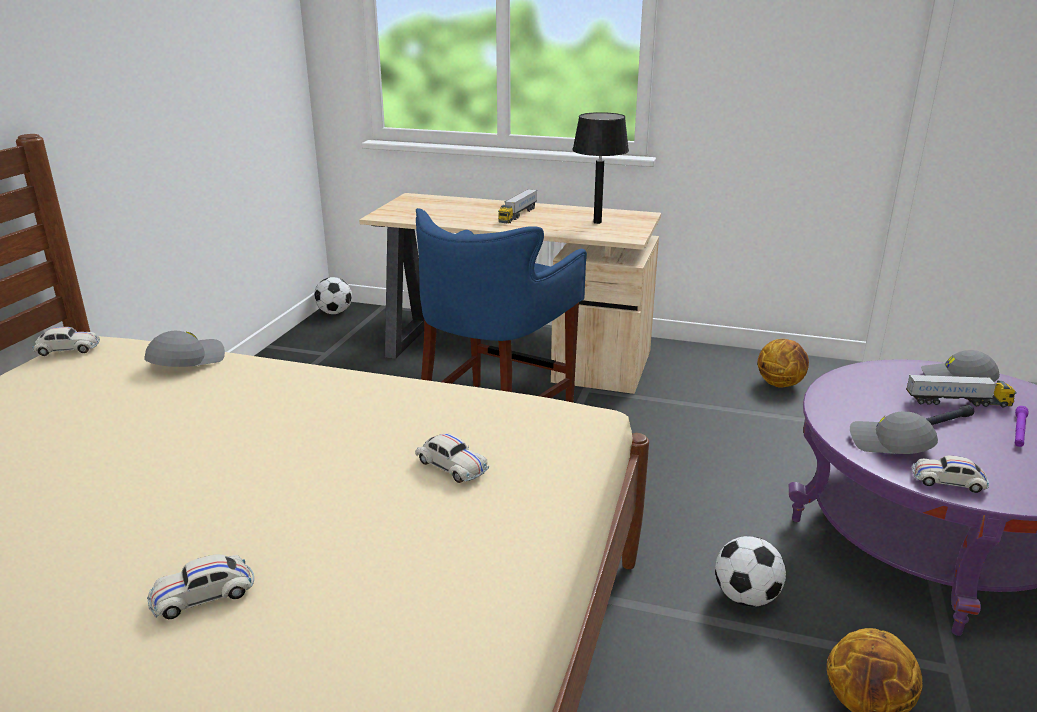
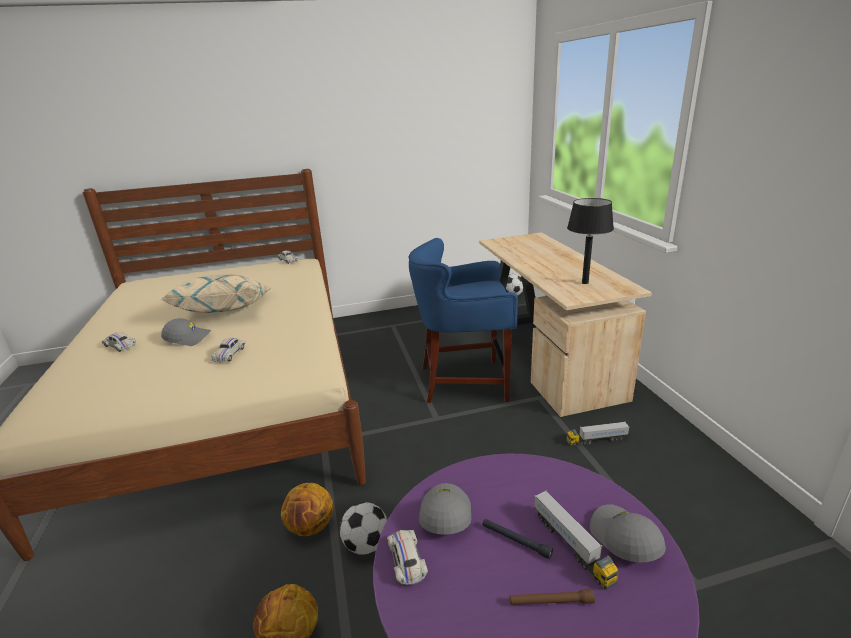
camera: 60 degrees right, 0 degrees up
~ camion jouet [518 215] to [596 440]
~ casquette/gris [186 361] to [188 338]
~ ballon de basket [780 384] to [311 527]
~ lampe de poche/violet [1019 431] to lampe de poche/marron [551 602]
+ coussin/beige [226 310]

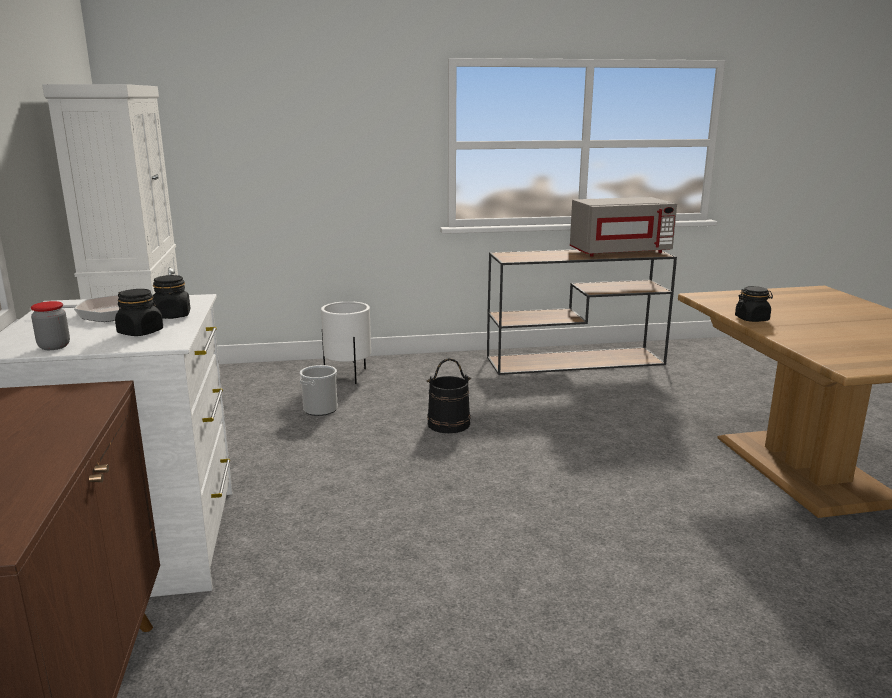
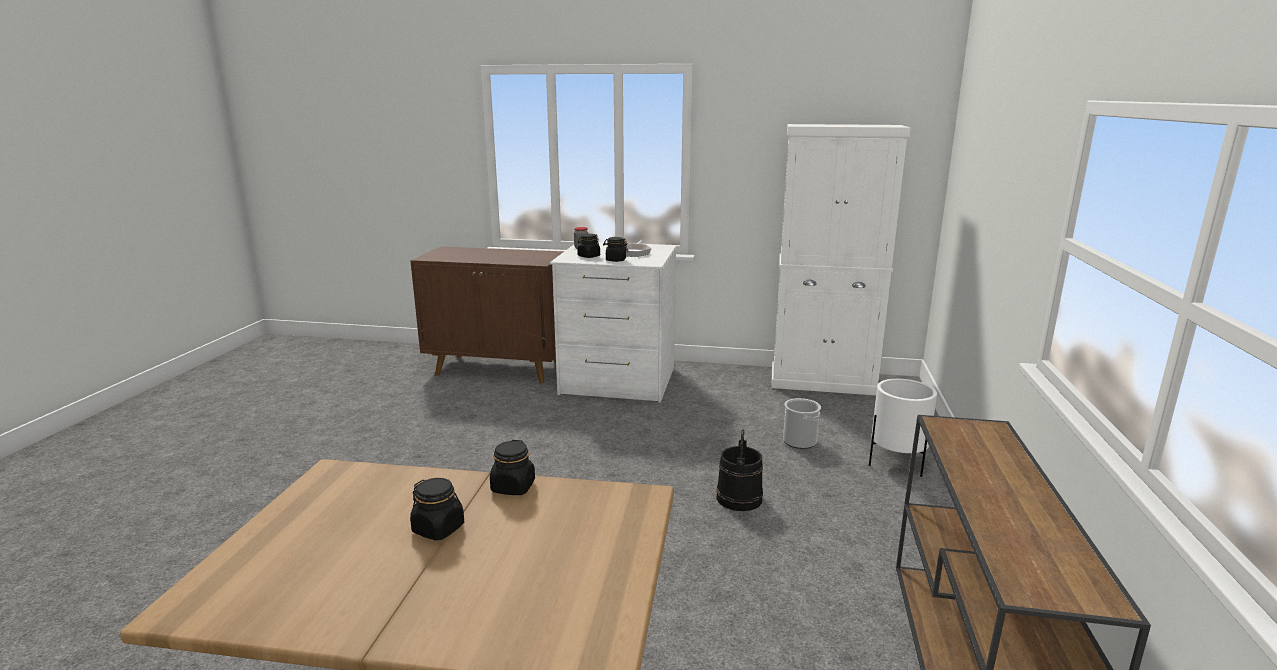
camera: 110 degrees right, 0 degrees up
- micro-ondes/gris [619 252]
+ bocal/noir [439 529]

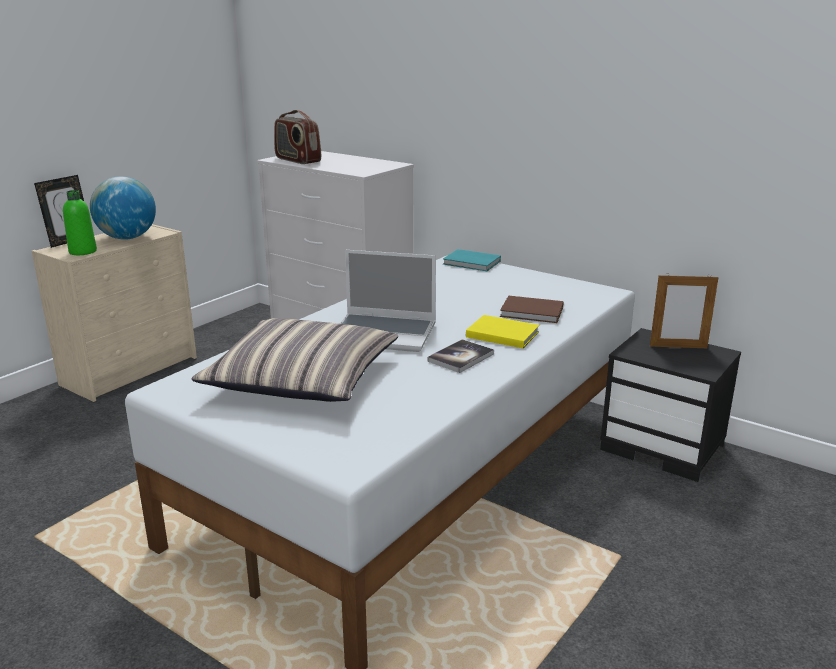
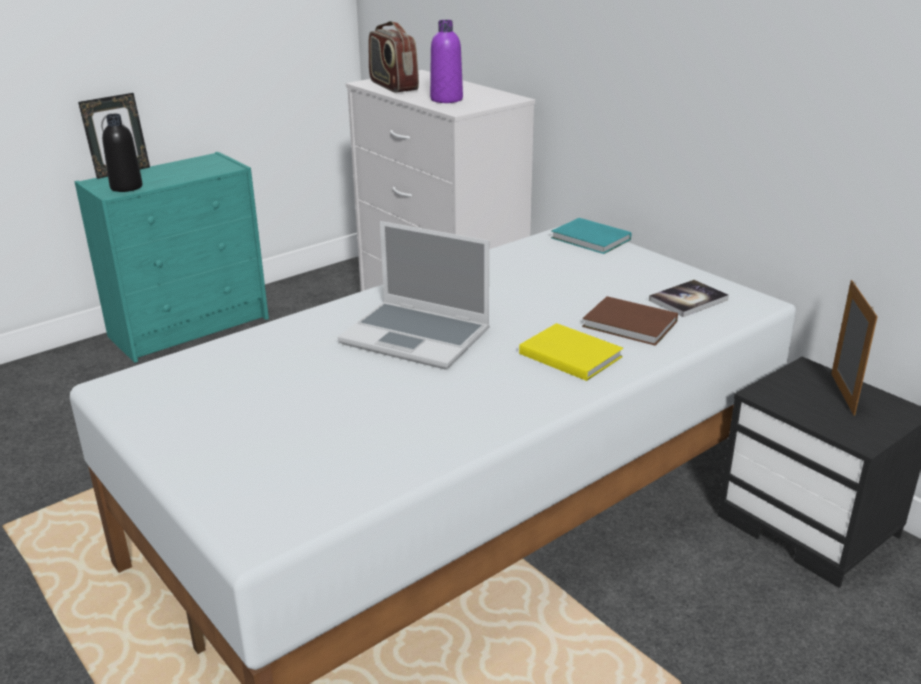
camera: 15 degrees right, 5 degrees up
- globe [127 238]
~ bouteille/vert [83 252] to bouteille/noir [126 187]
~ commode/beige [131 370] to commode/turquoise [191 327]
~ cadre photo [678 347] = [842 394] 105 degrees counterclockwise
- coussin [302 379]
~ livre [461 357] to [688 300]
+ bouteille/violet [446 99]

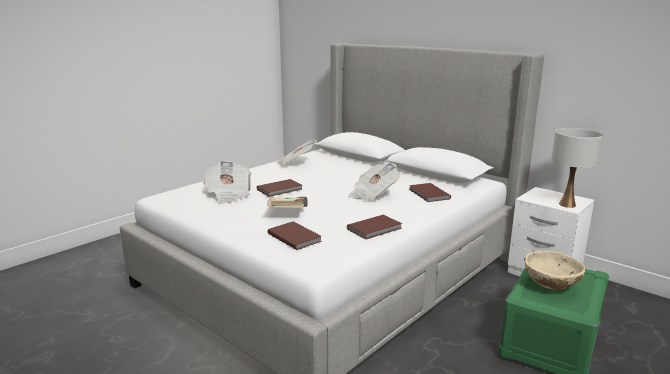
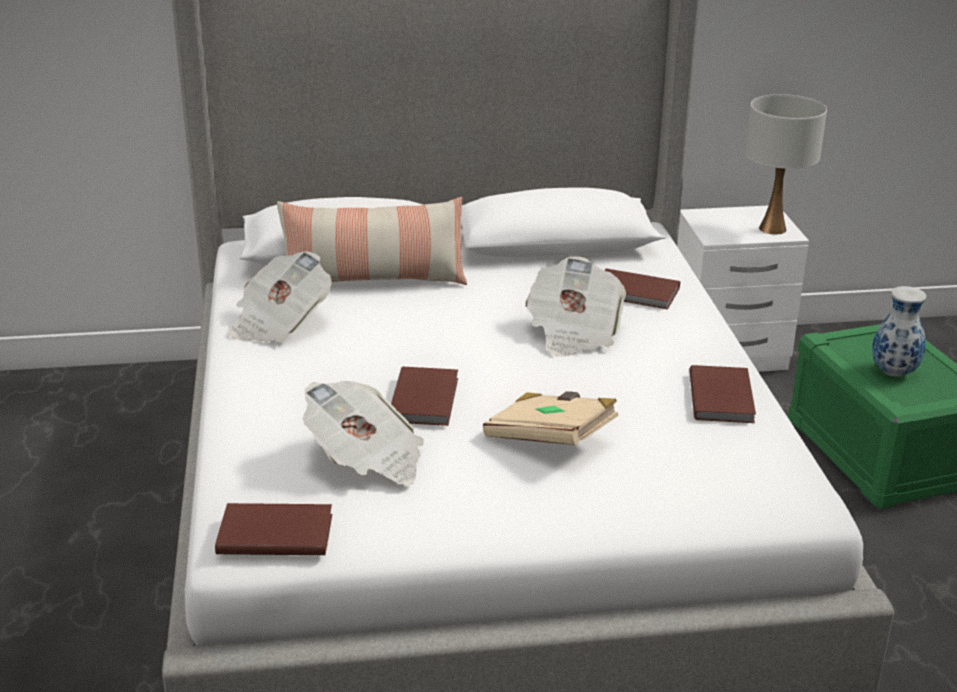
camera: 50 degrees left, 10 degrees up
~ livre/marron [295 237] to [274 532]
~ bol/beige [550 287] to vase [894 373]
+ coussin [373 280]

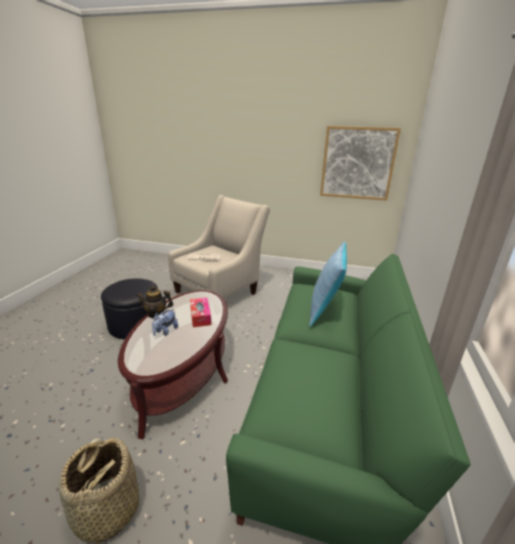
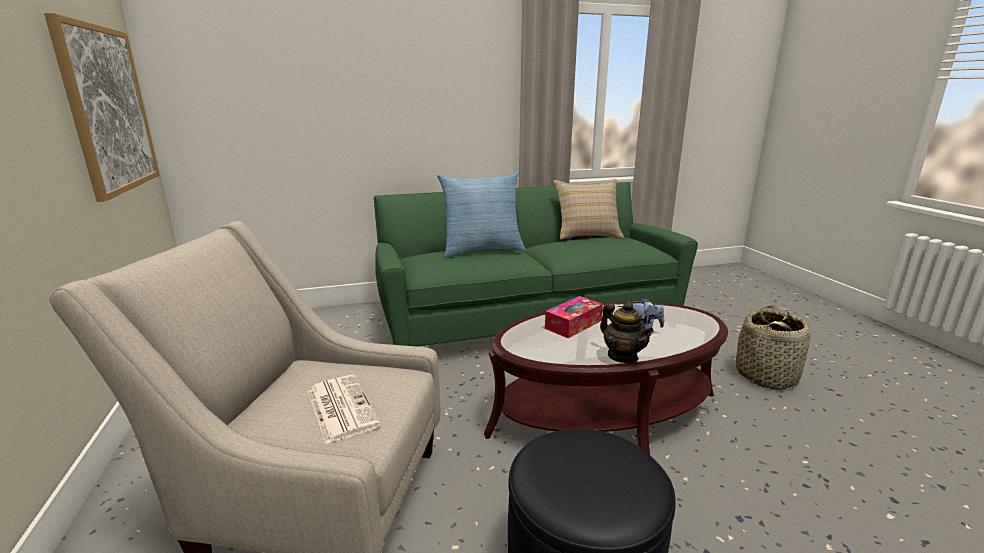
camera: 120 degrees left, 5 degrees down
+ coussin/beige [587 235]

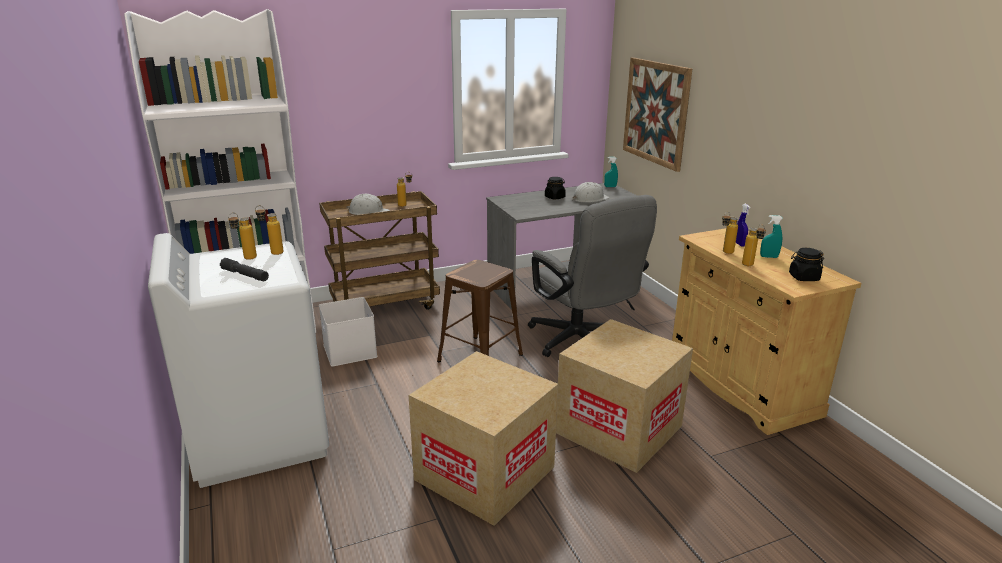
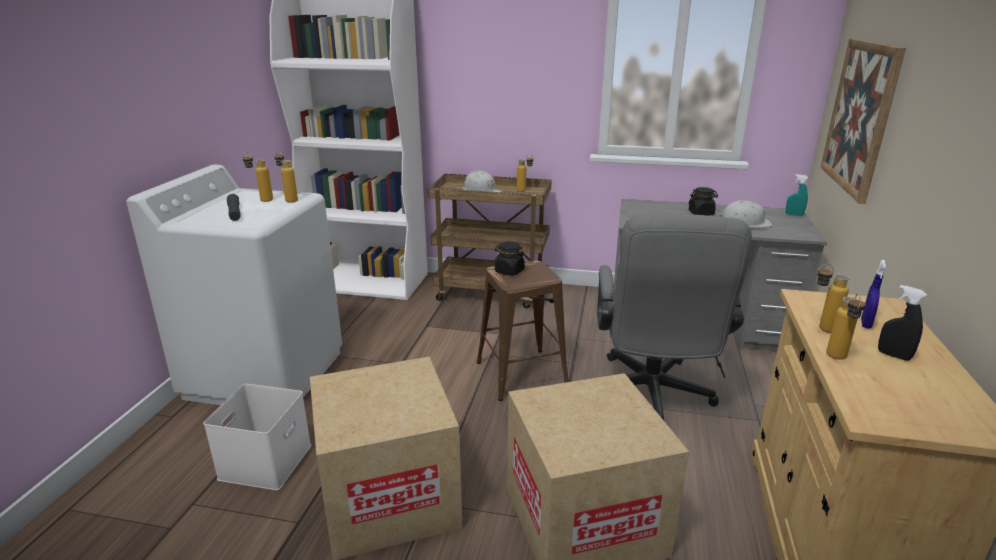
camera: 35 degrees right, 0 degrees up
~ vaporisateur/turquoise [769 257] to vaporisateur/noir [893 355]
~ bocal/noir [803 277] to [509 271]
~ boîte de rangement/blanc [351 351] to [266 463]

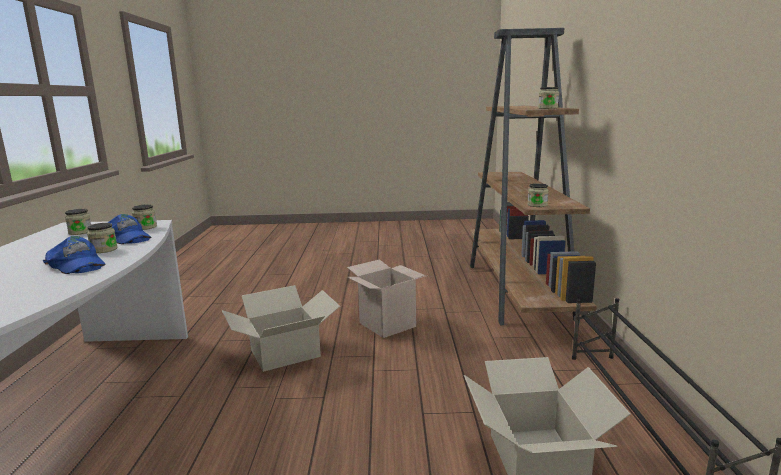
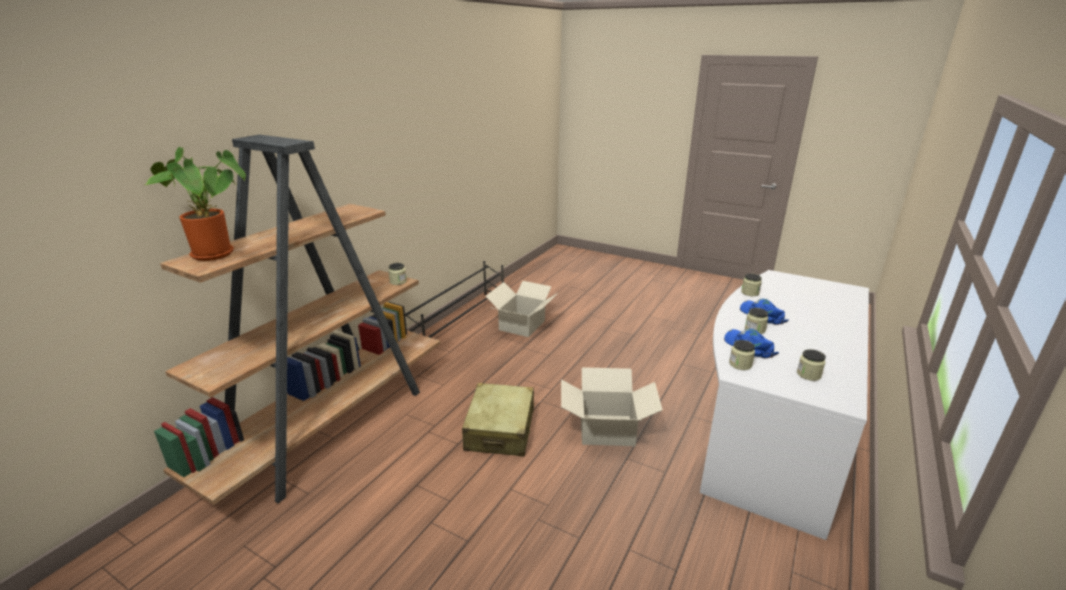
camera: 150 degrees left, 10 degrees up
~ bocal [548 108] to [750 293]
~ carton [387 325] to valise/beige [500 429]
+ plante en pot [217 255]

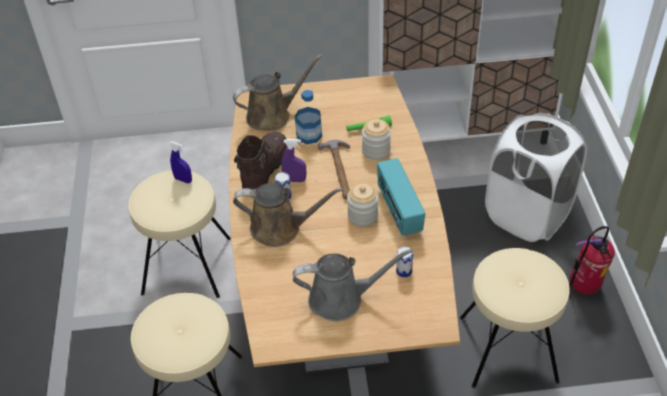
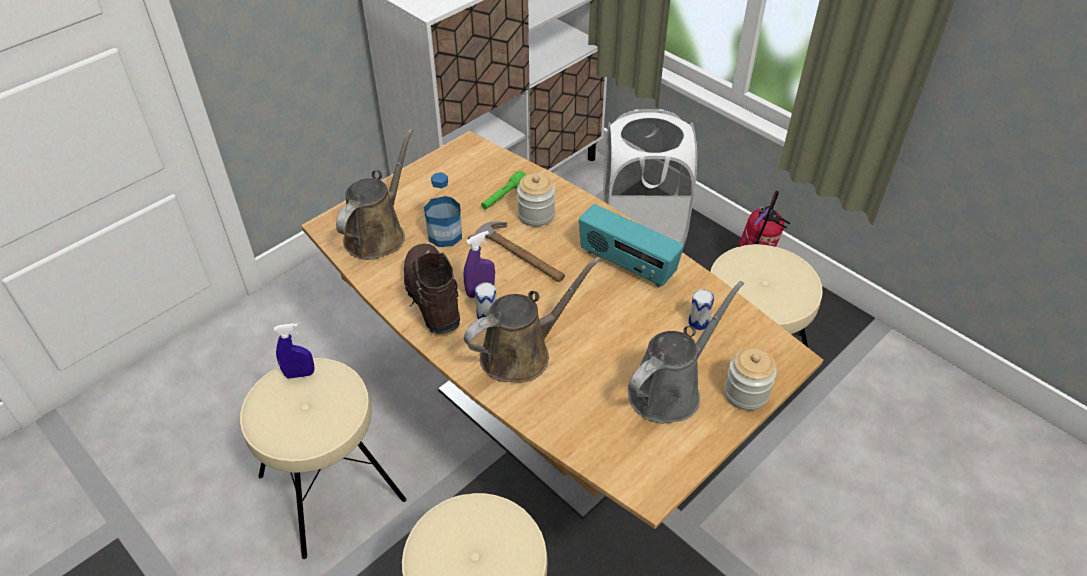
camera: 40 degrees left, 0 degrees up
~ bocal [362 216] to [746 393]

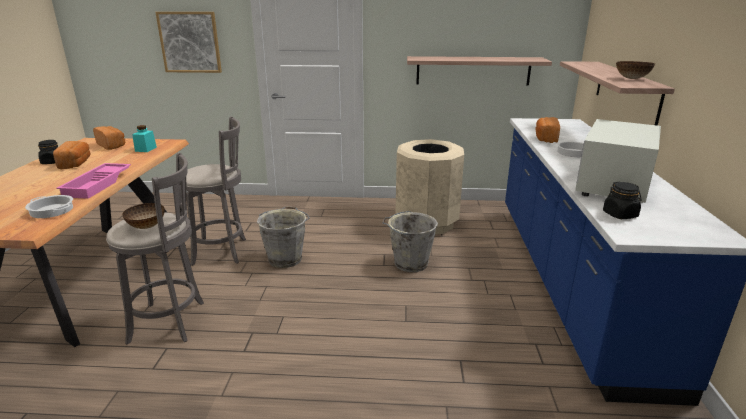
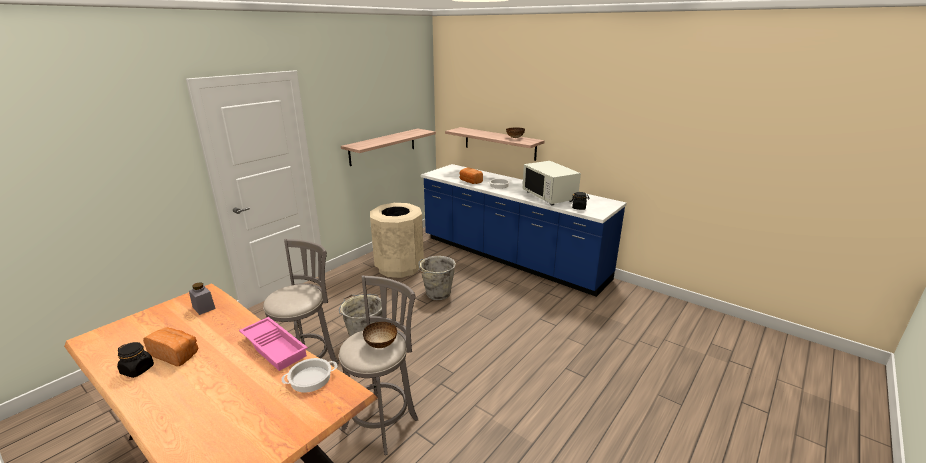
camera: 55 degrees left, 0 degrees up
- tableau [190 42]
~ bocal/turquoise [146 149] to bocal/gris [204 308]
- pain [112 145]

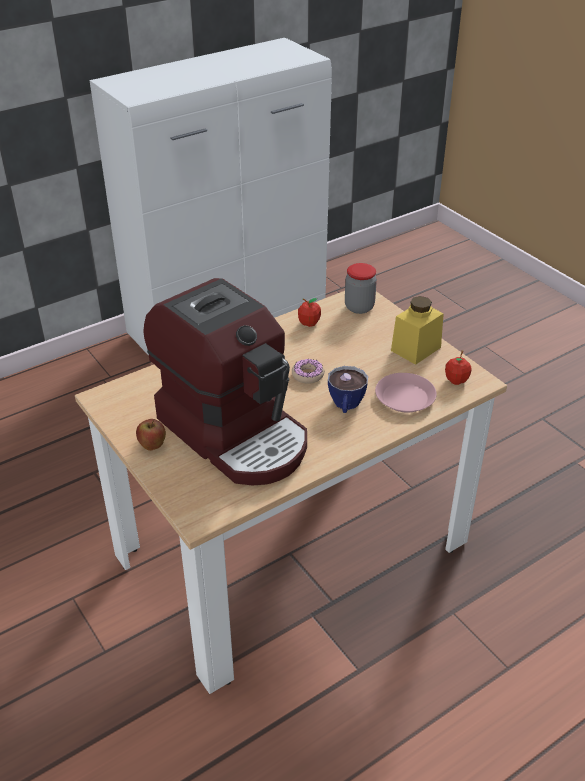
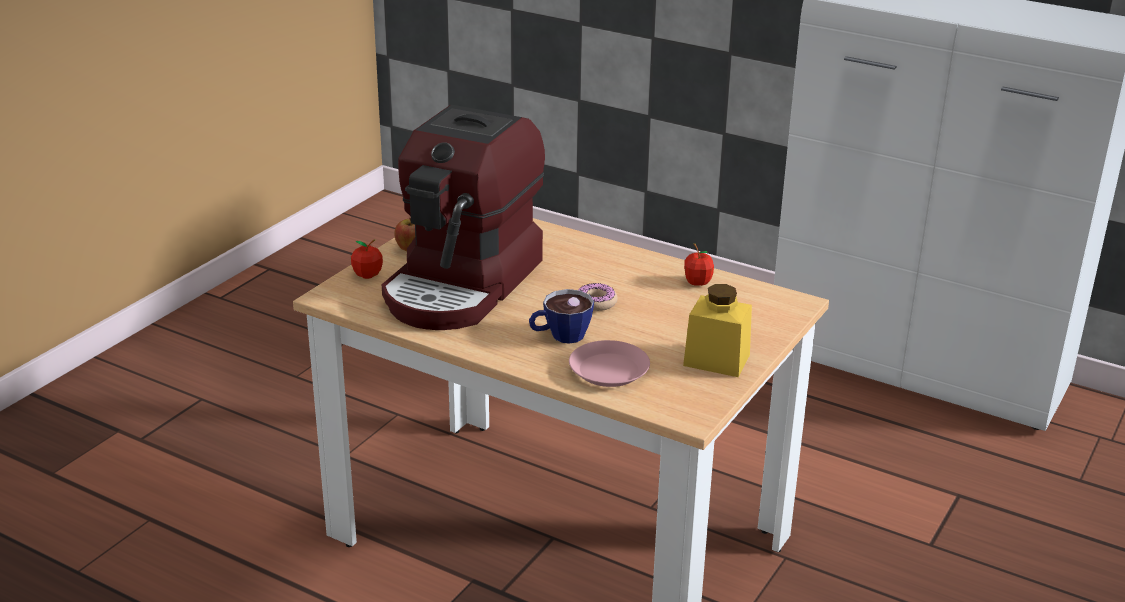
camera: 65 degrees right, 10 degrees down
- bocal [359 307]
~ pomme [456 380] to [367 275]

